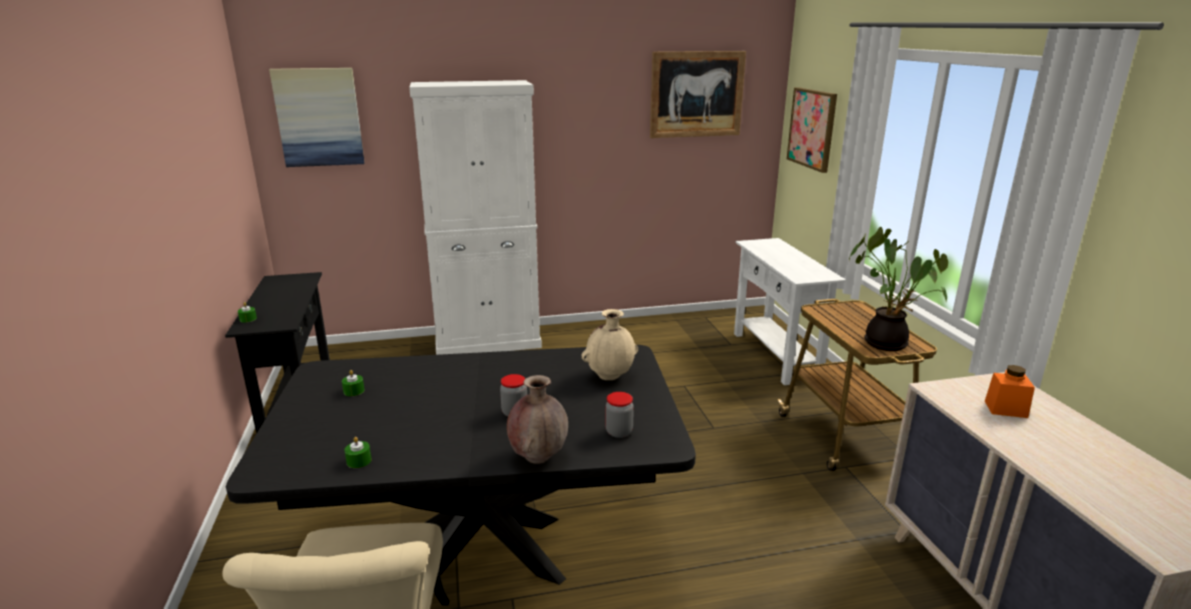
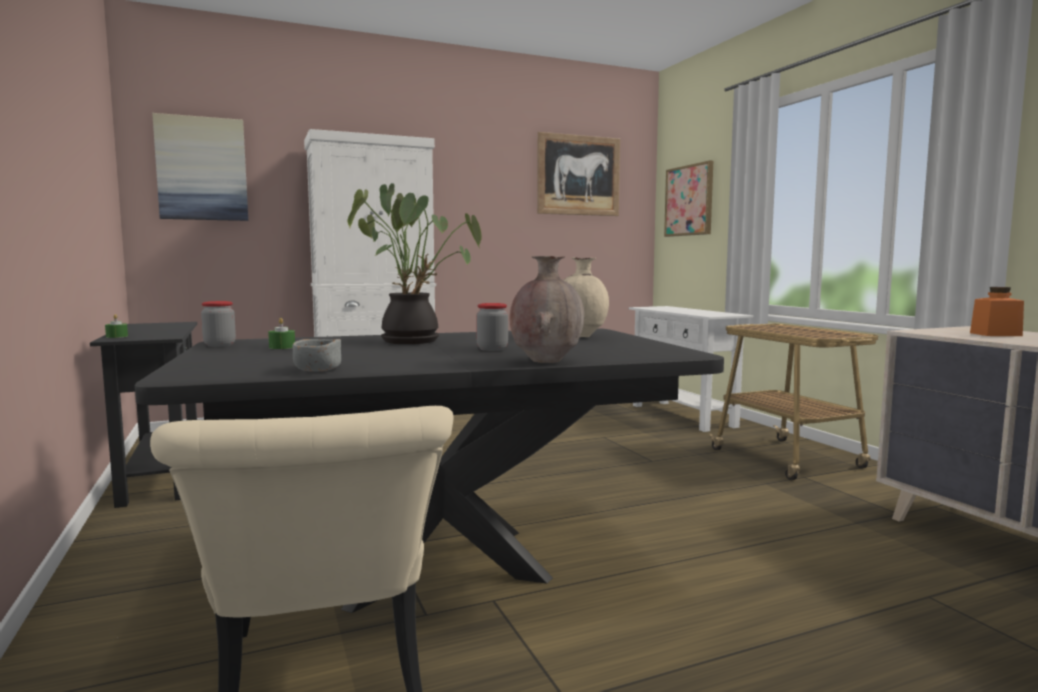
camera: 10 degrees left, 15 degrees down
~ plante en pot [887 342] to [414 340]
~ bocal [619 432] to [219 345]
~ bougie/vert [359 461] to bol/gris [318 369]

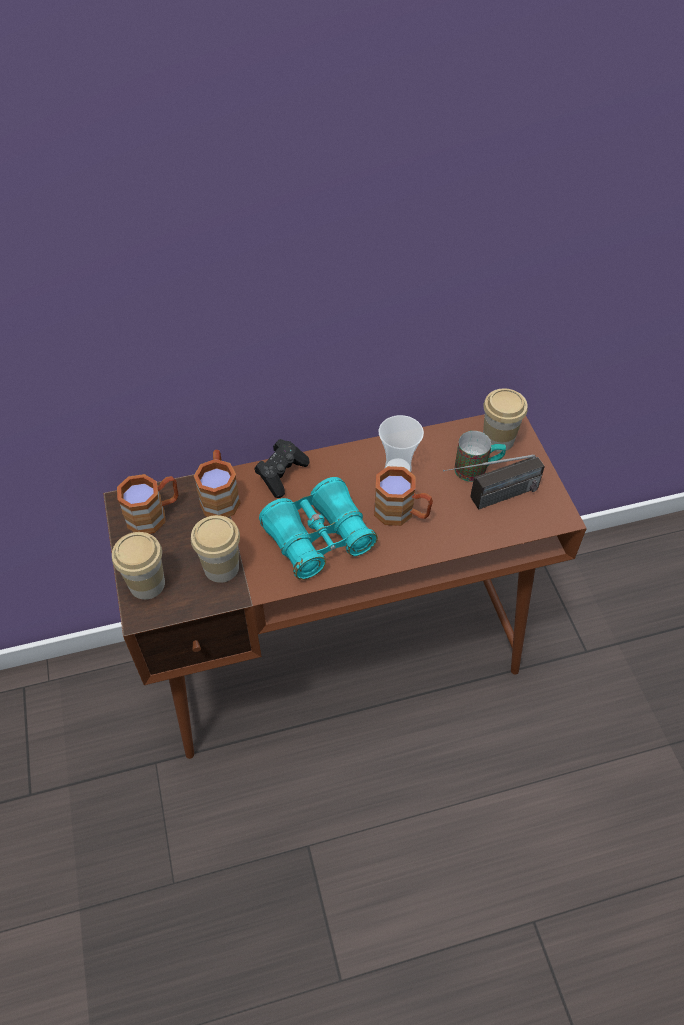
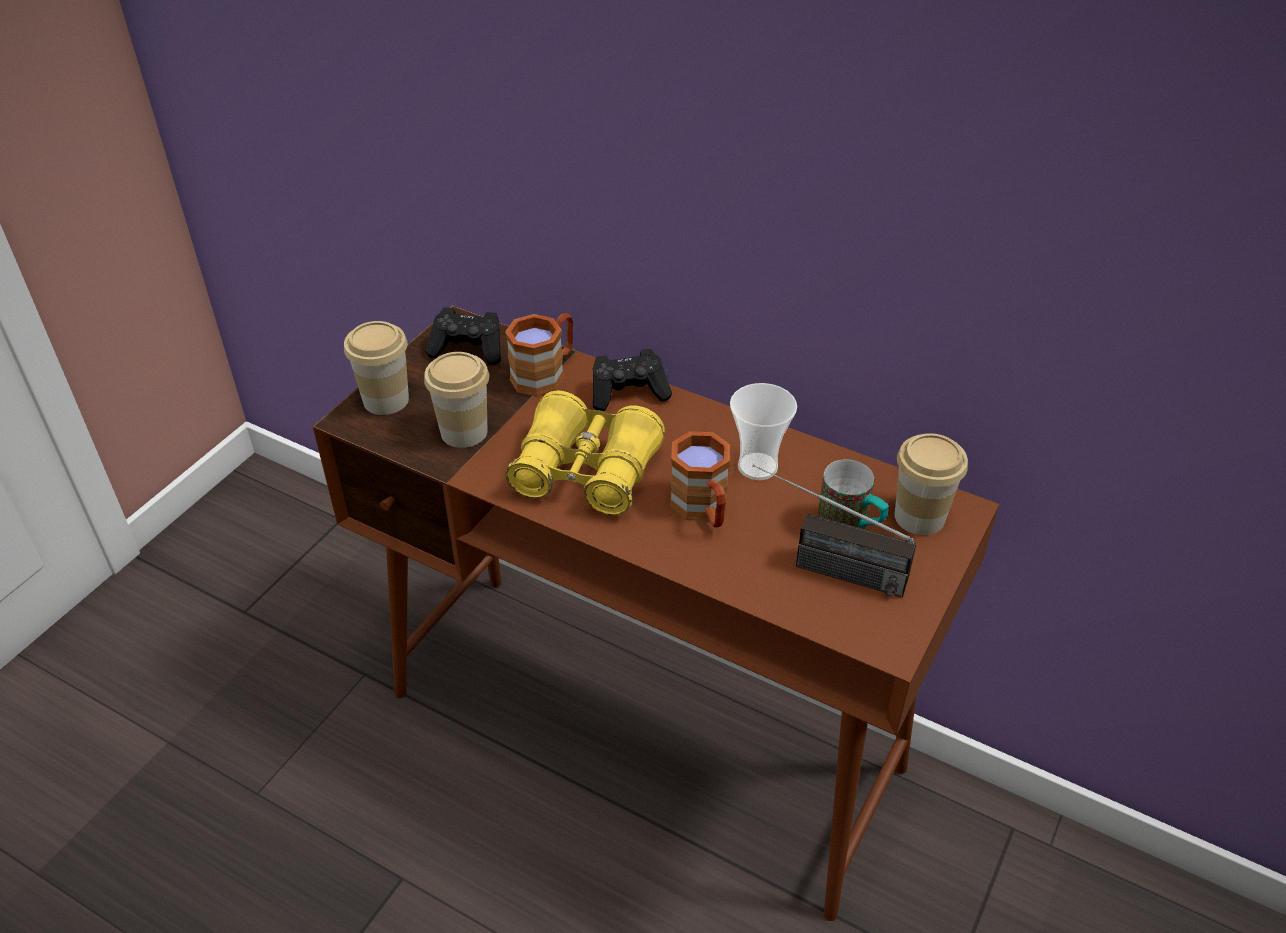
camera: 45 degrees right, 10 degrees down
~ mug/marron [154 514] to manette/noir [468 349]
~ jumelles/turquoise [318 538] to jumelles/jaune [586 472]

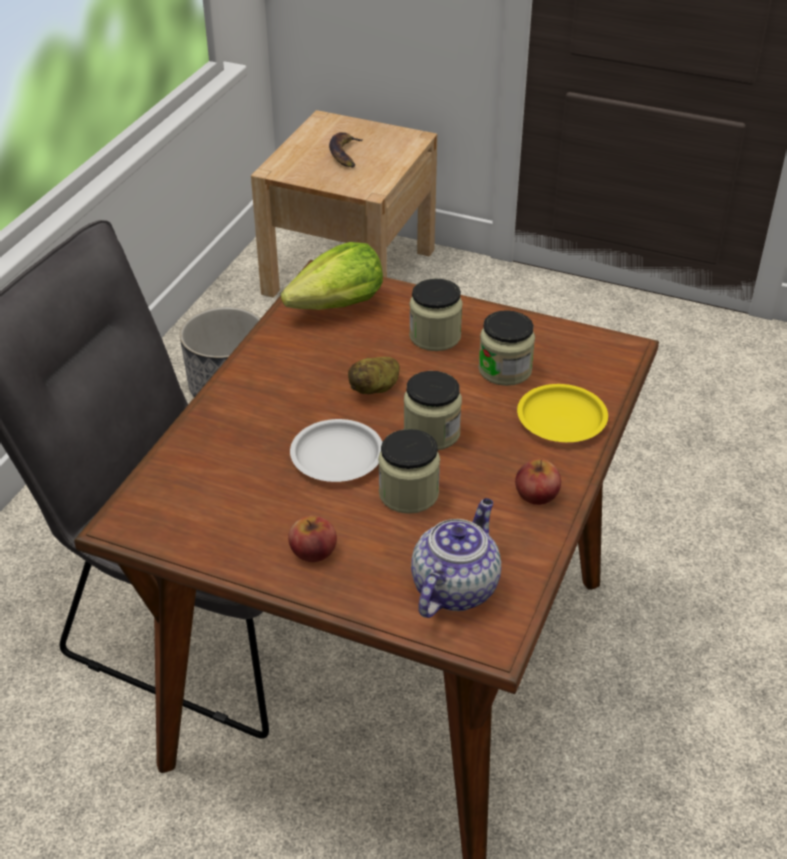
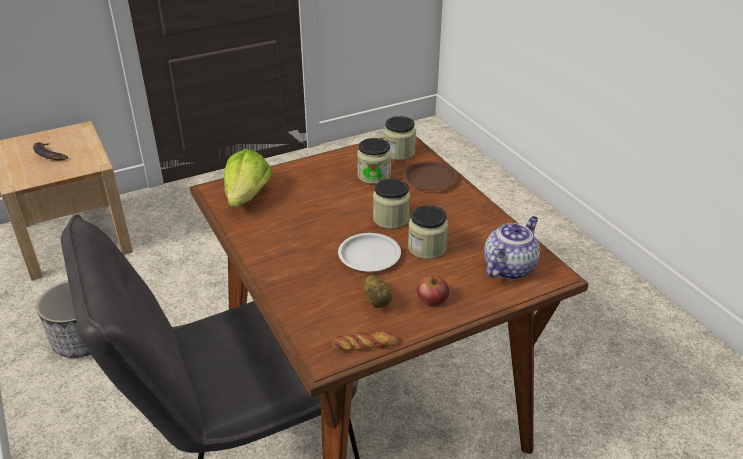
camera: 50 degrees left, 5 degrees down
~ bocal [435 336] to [399 152]
~ pomme de terre [375 388] to [377 301]
~ assiette/jaune [561 419] to assiette/marron [430 180]
- pomme [536 493]
~ théière [455 587] = [509 267] 60 degrees clockwise
+ pain [365 345]

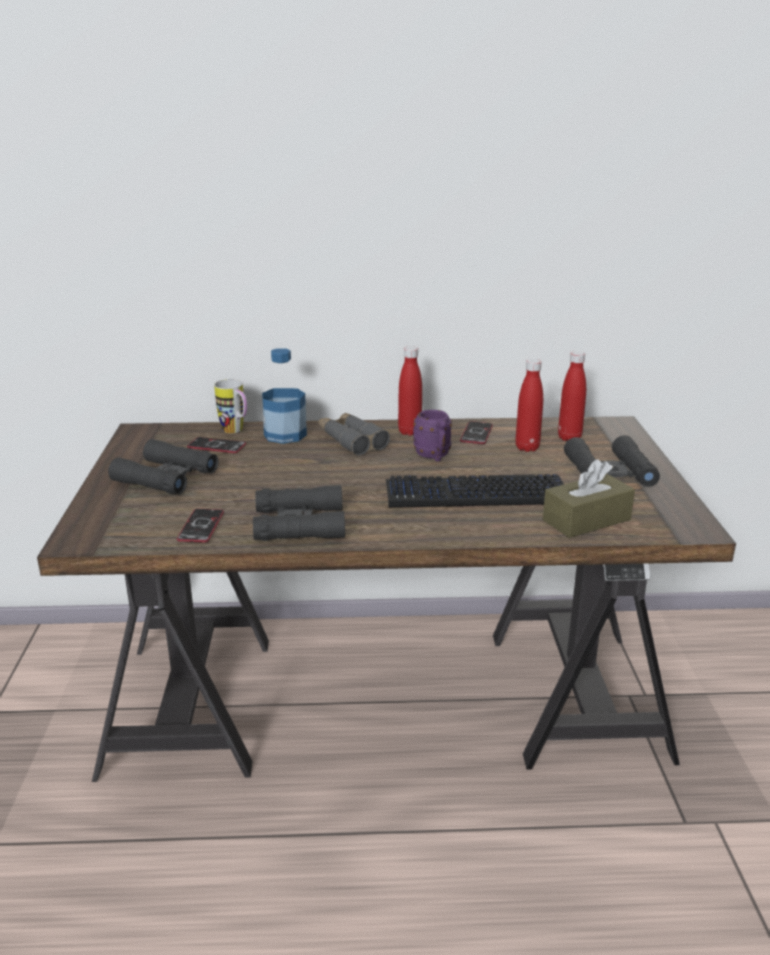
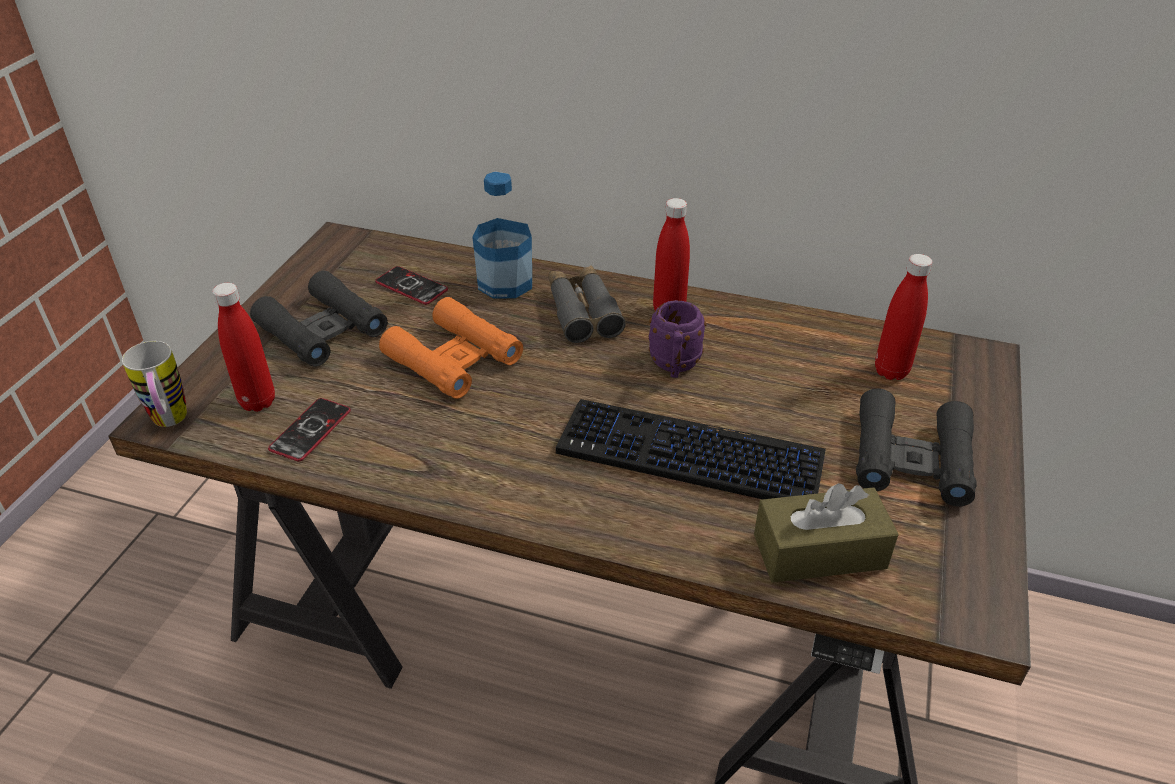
camera: 20 degrees right, 15 degrees up
~ bouteille/rouge [527 448] to [258 402]
~ mug [236 431] to [170 423]
- téléphone [476 434]
- jumelles/noir [299 524]
+ jumelles/orange [453 359]

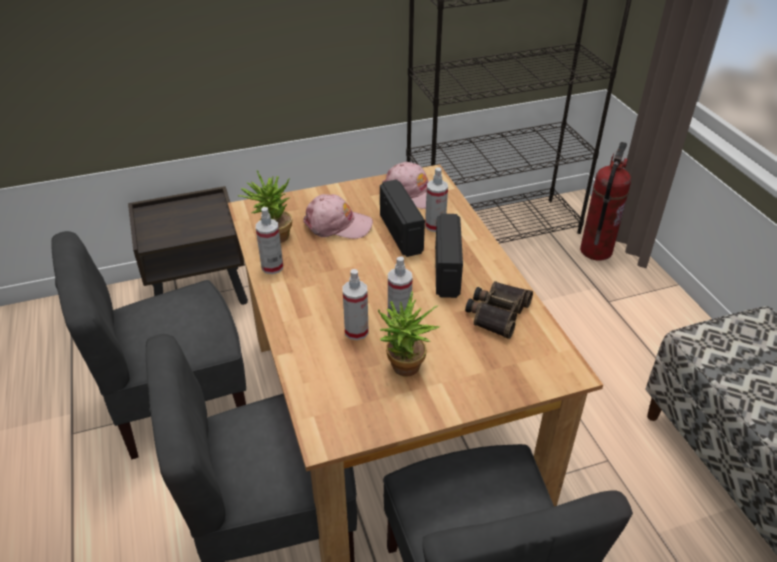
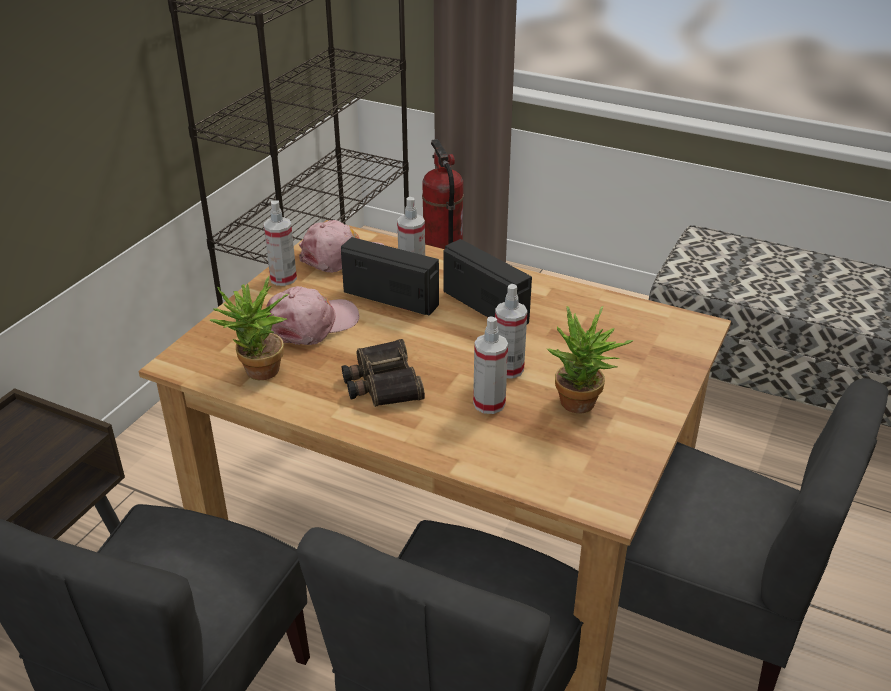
camera: 45 degrees left, 5 degrees down
~ vaporisateur [272 267] to [283 278]
~ jumelles [497 312] to [382 383]

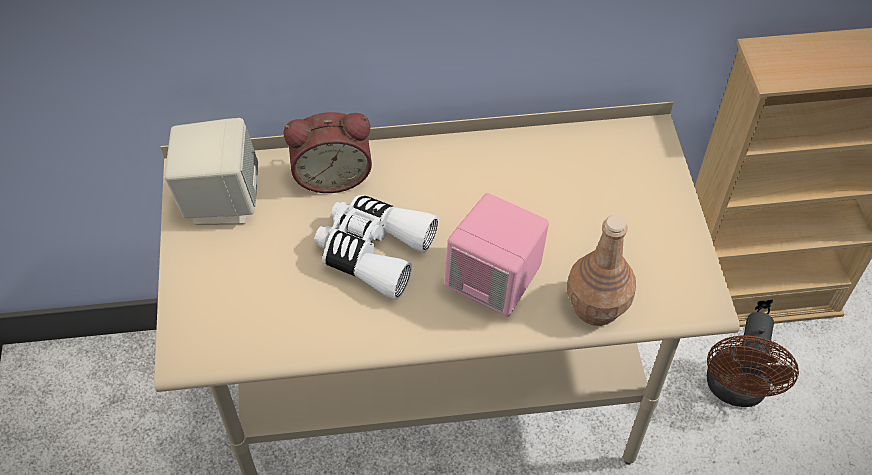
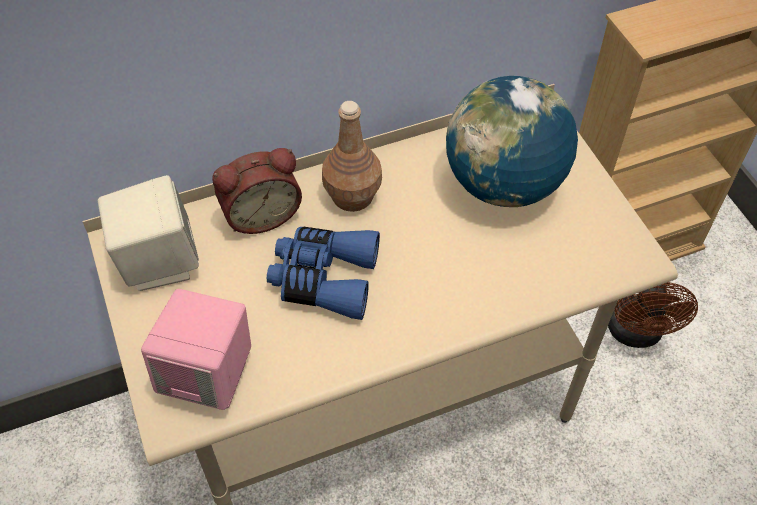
camera: 15 degrees left, 0 degrees up
~ enceinte/rose [494 284] to [209 375]
~ jumelles/blanc [373 251] to jumelles/bleu [324 278]
~ bouteille/marron [596 306] to [352 195]
+ globe [503 185]

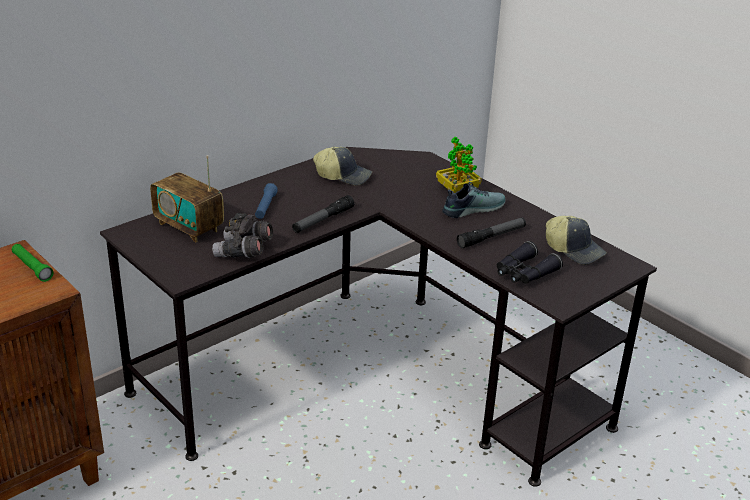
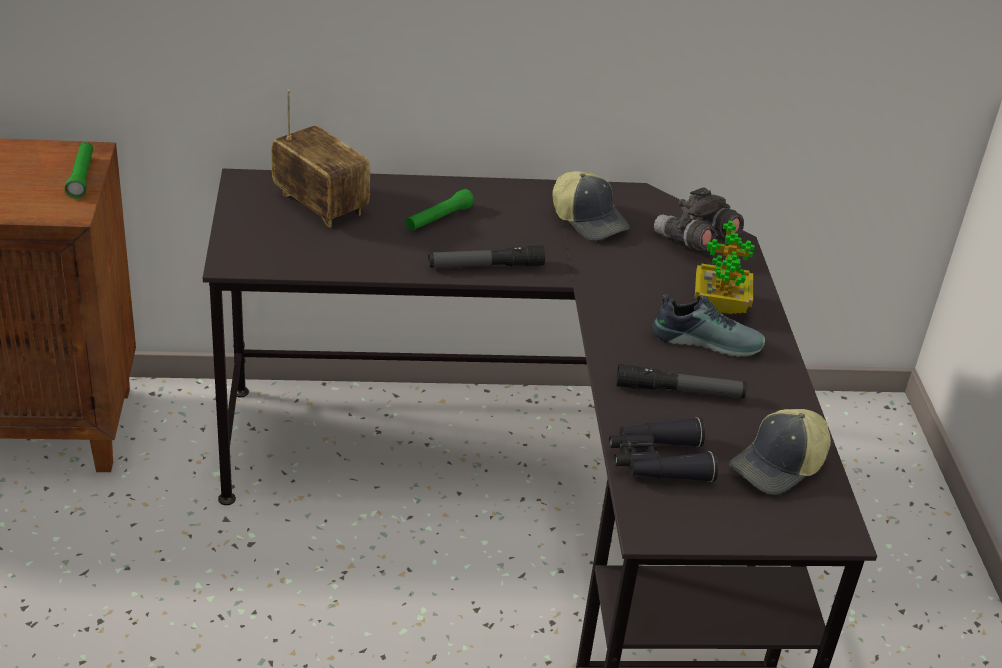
camera: 35 degrees right, 5 degrees up
~ radio [189 227] = [320 205] 150 degrees clockwise
~ lampe de poche/bleu [265 207] to lampe de poche/vert [438 219]
~ jumelles/gris [243 252] to [695 241]
~ casquette [574 250] = [779 466] 60 degrees clockwise

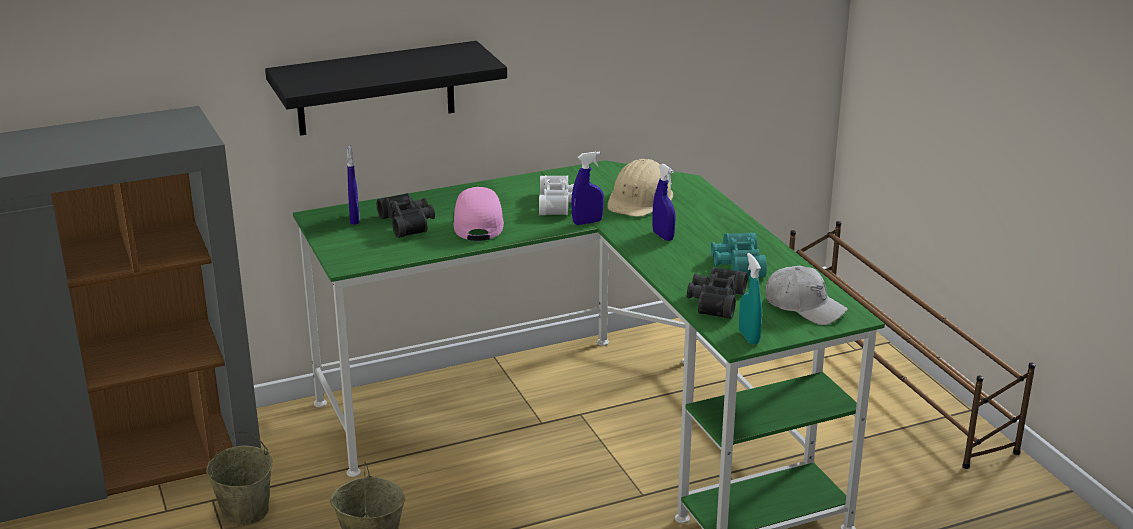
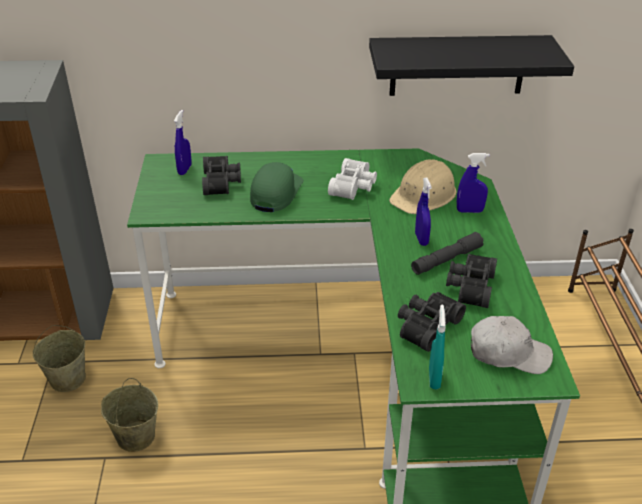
camera: 20 degrees right, 10 degrees up
~ étagère/noir [376 88] to [457 65]
~ vaporisateur/bleu [587 222] to [469 211]
~ casquette/rose [478 223] to casquette/vert [276 192]
~ jumelles/turquoise [736 265] to jumelles/noir [469 286]
~ casquette/blanc [804 306] = [508 353] 45 degrees counterclockwise
+ lampe de poche/gris [446 260]

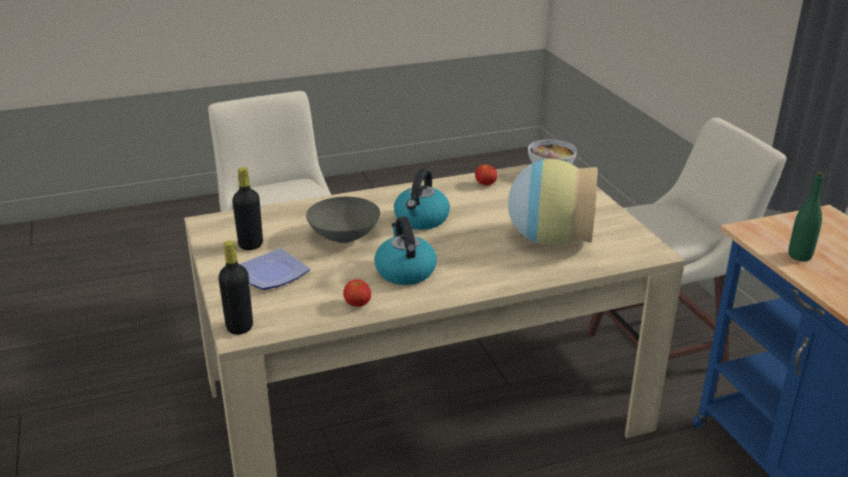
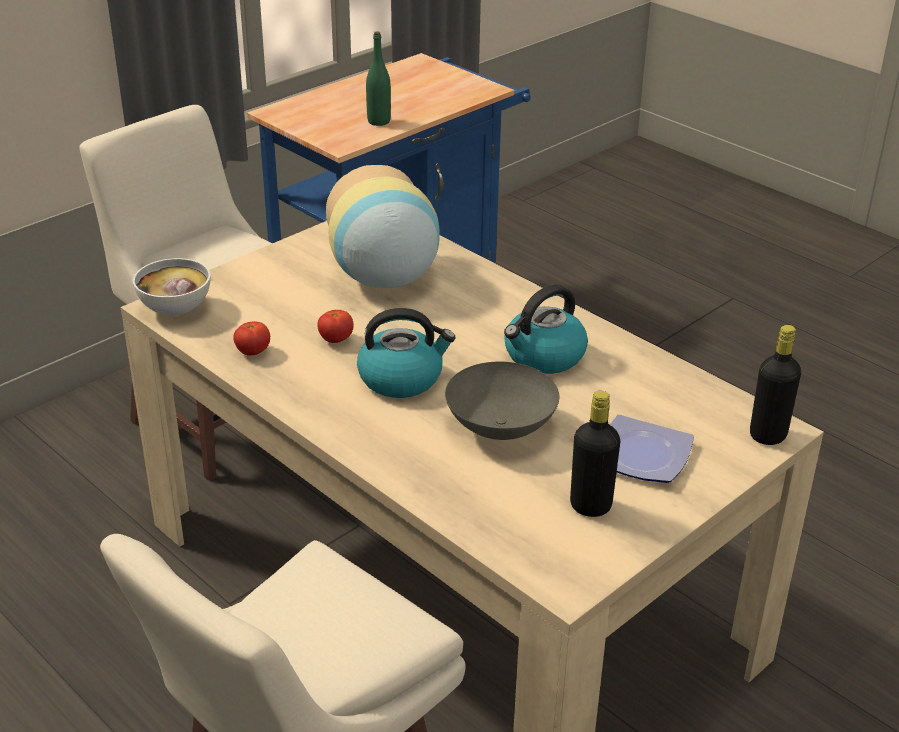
camera: 115 degrees left, 5 degrees up
~ tomate [357 304] to [336 340]

